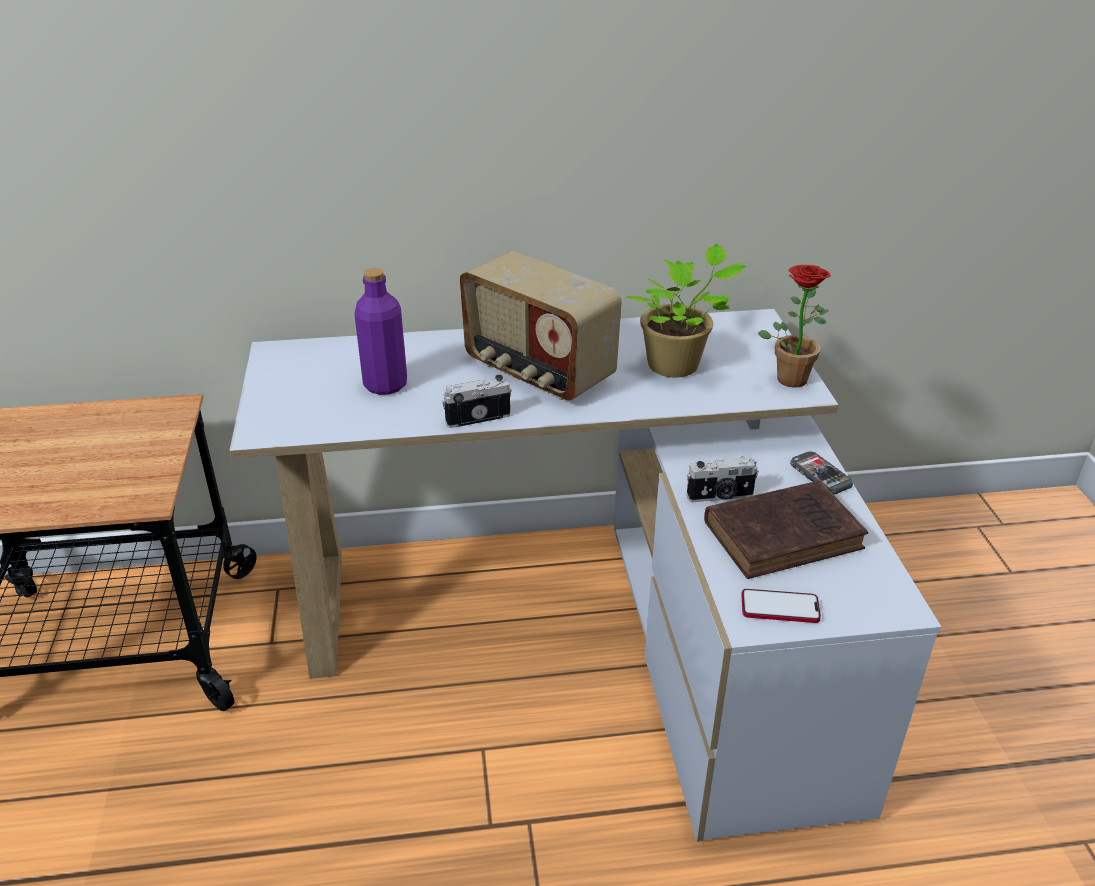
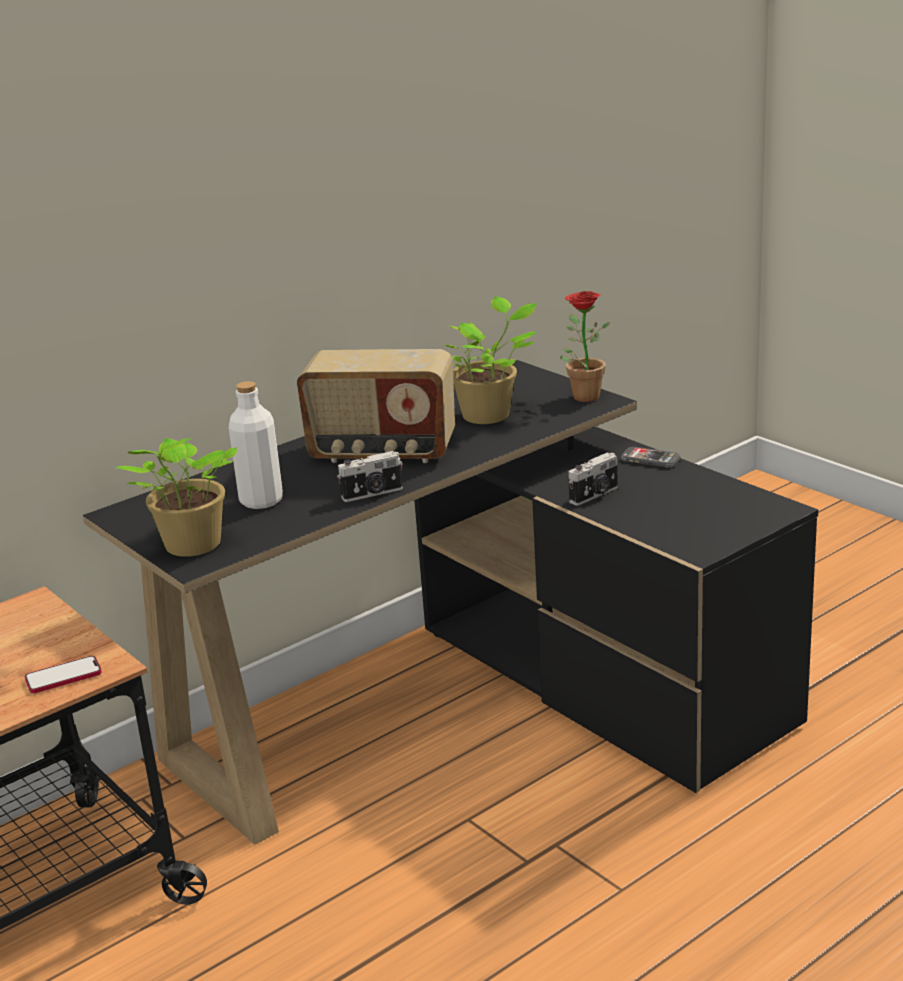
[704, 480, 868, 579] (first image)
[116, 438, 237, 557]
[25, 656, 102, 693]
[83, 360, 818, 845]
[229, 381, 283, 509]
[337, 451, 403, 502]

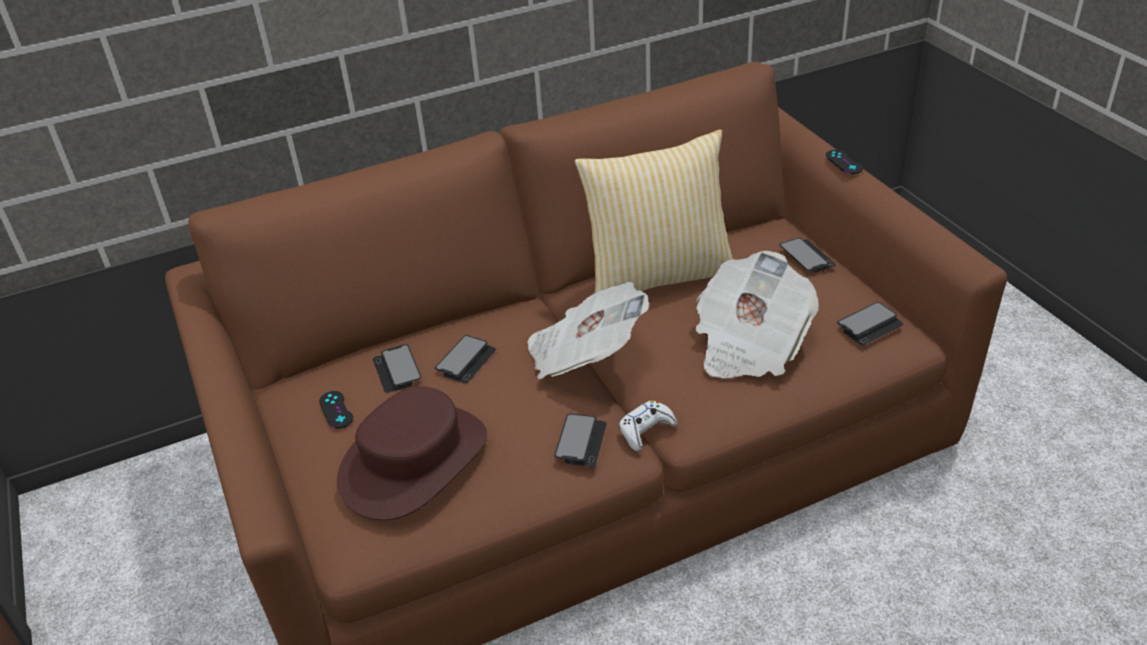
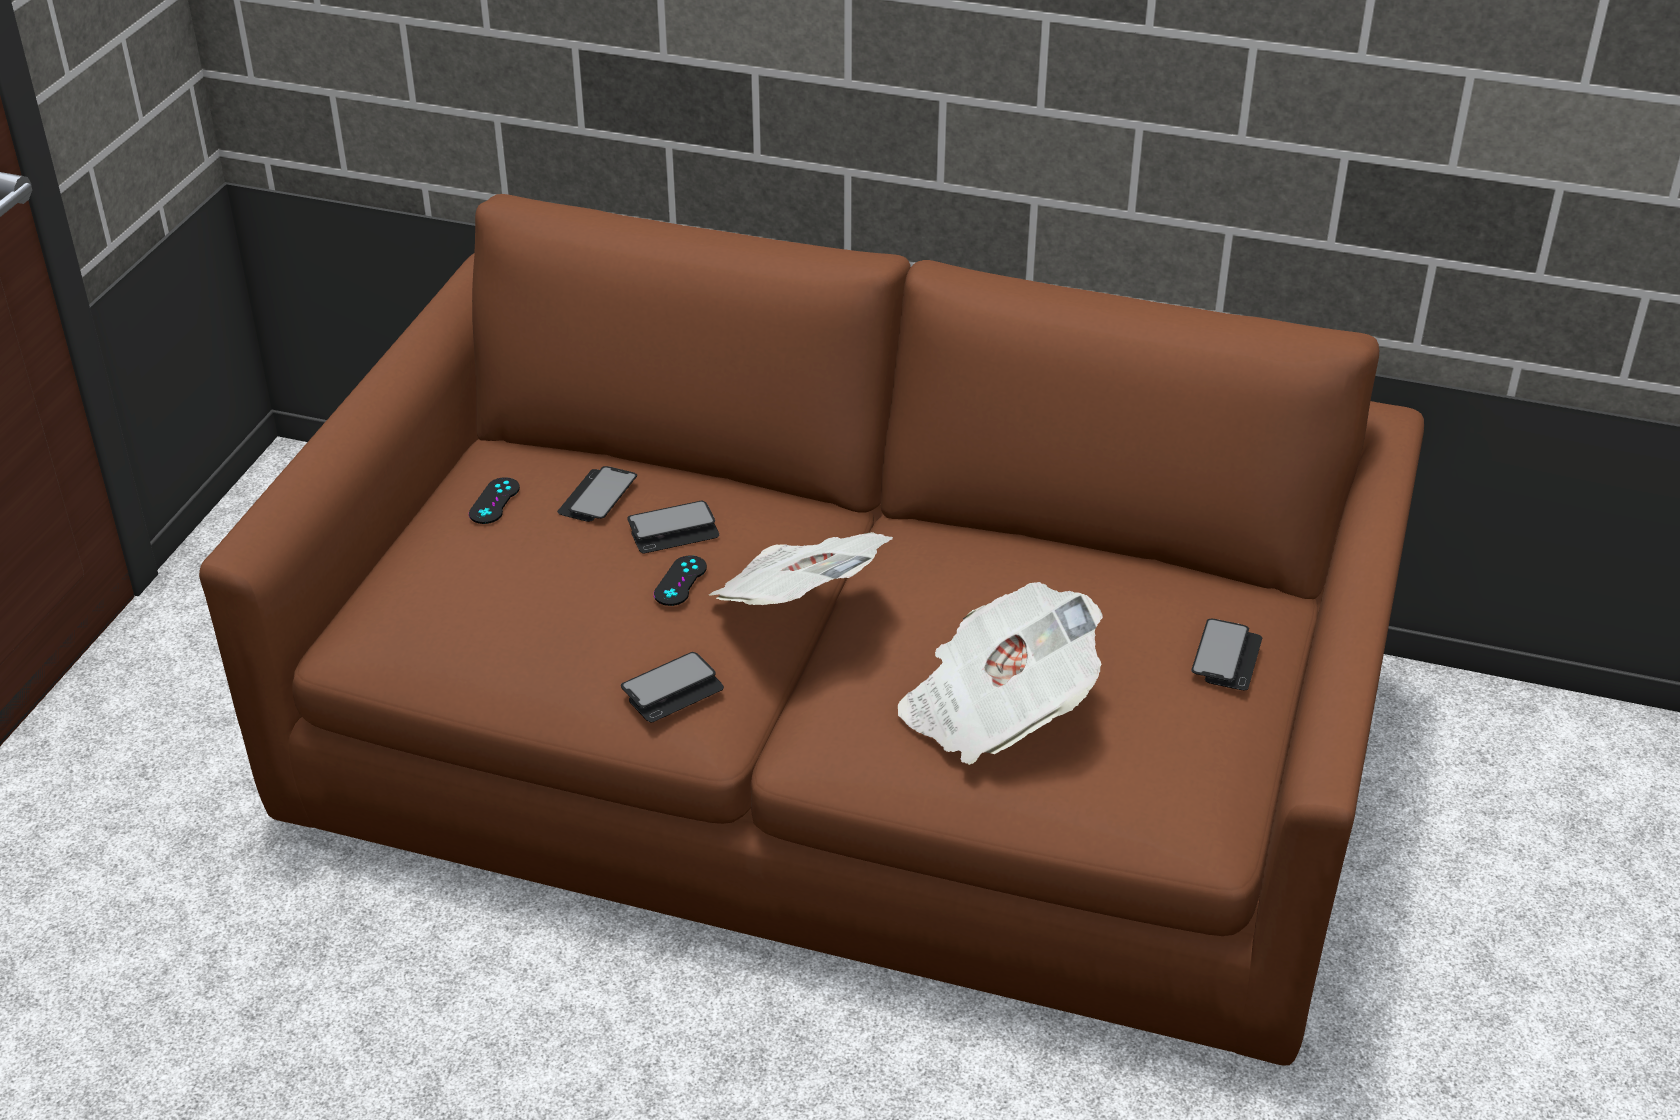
[337, 386, 487, 520] (first image)
[575, 129, 733, 292] (first image)
[619, 400, 677, 451] (first image)
[837, 302, 903, 345] (first image)
[654, 555, 707, 606]

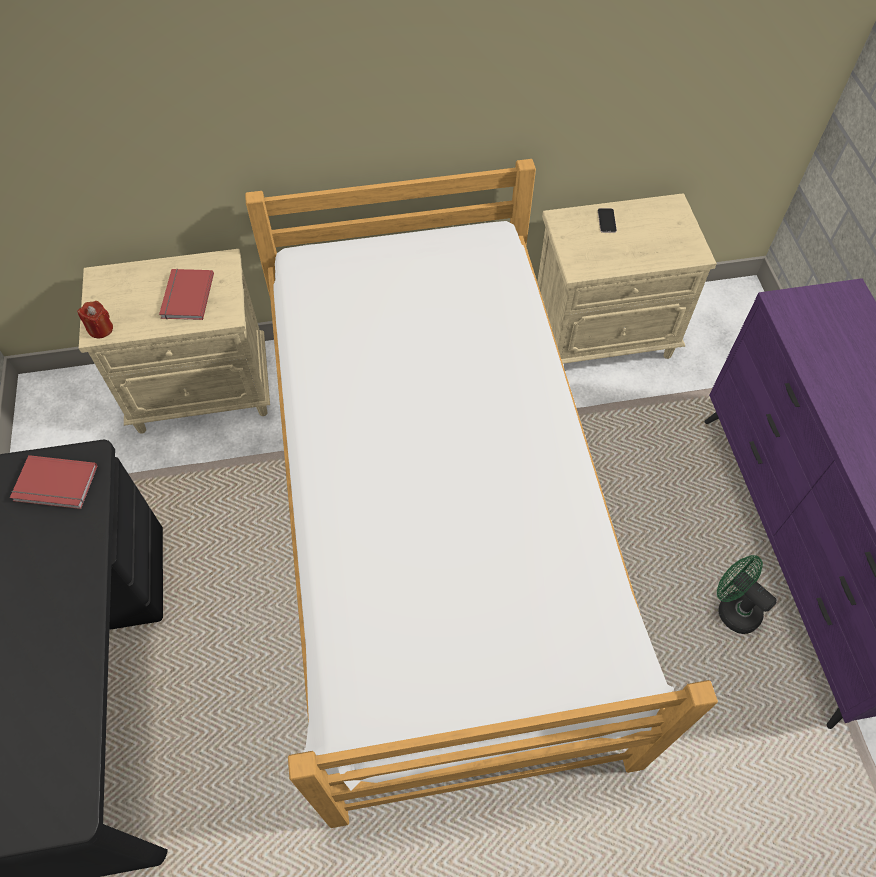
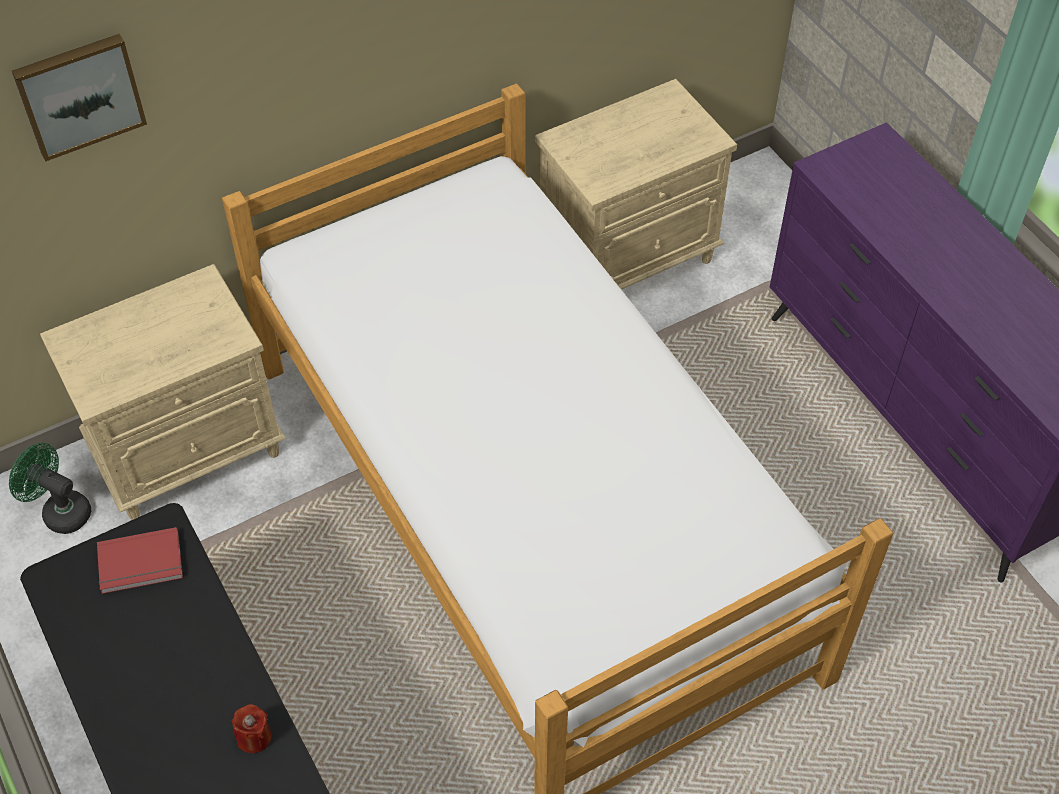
[159, 269, 214, 320] (first image)
[598, 208, 617, 233] (first image)
[12, 34, 147, 161]
[232, 704, 271, 753]
[9, 443, 91, 534]

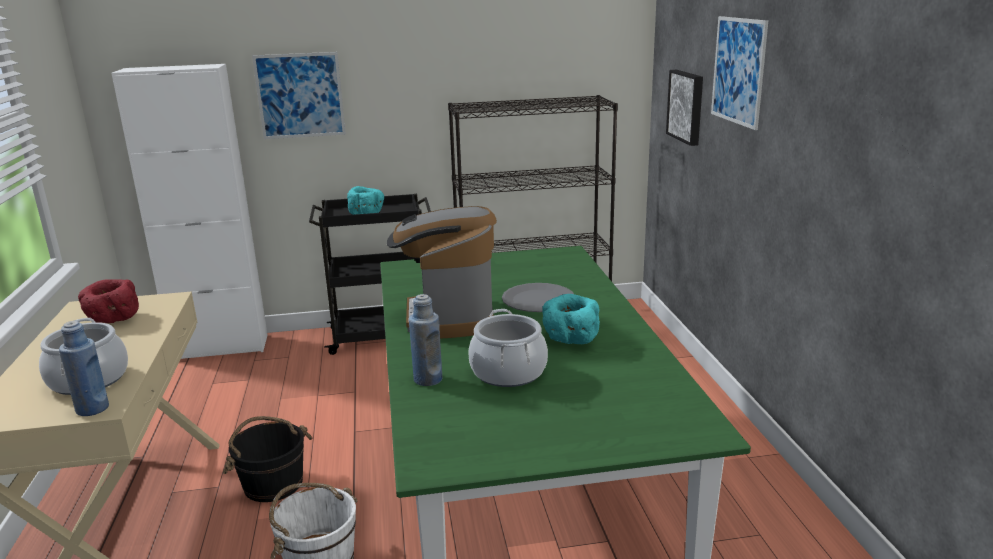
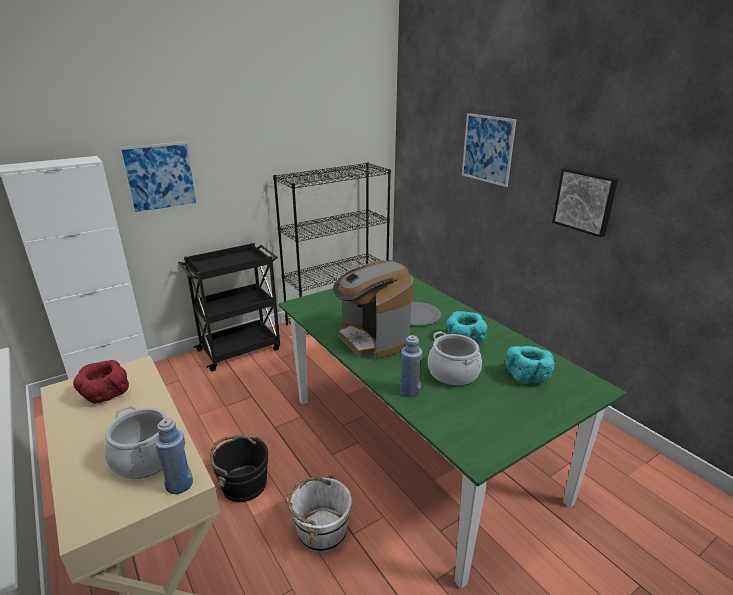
[505, 346, 555, 384]
[552, 168, 618, 237]

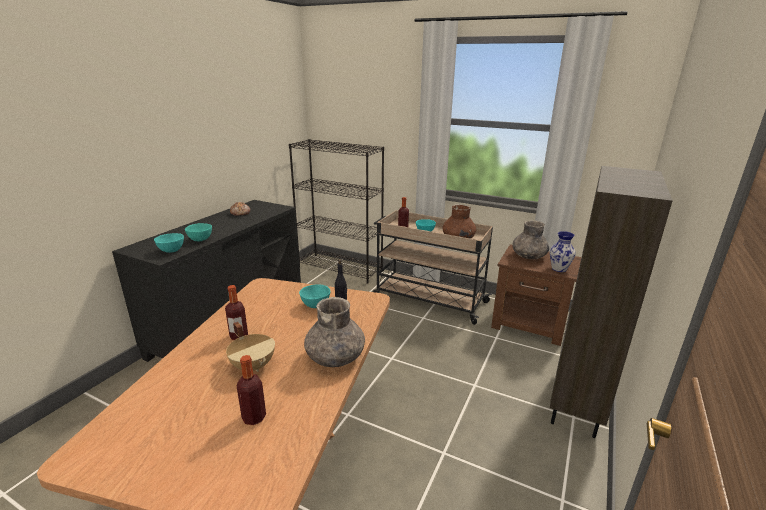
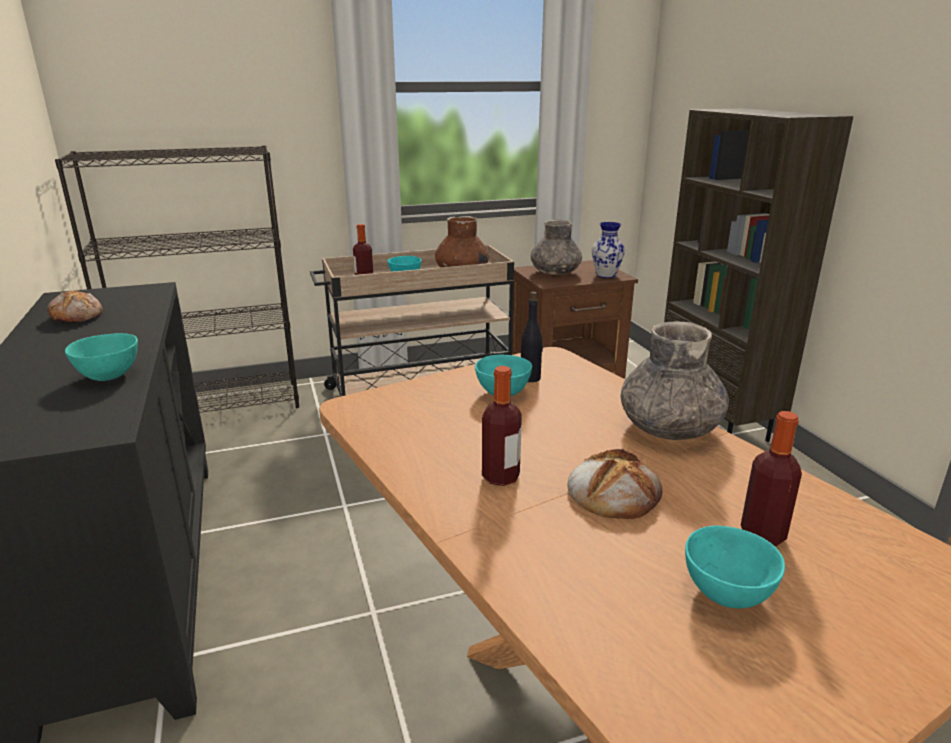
[685, 526, 785, 608]
[568, 449, 662, 519]

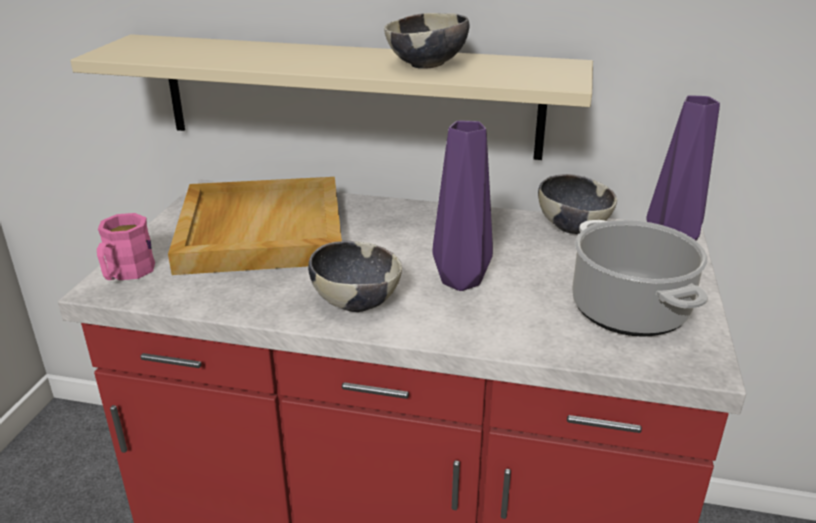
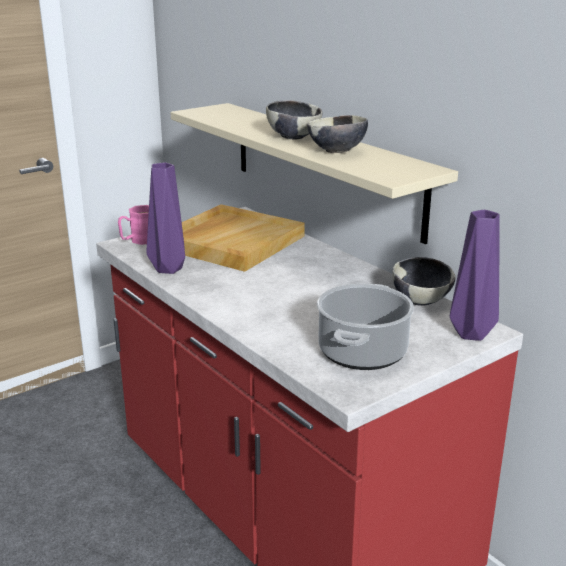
[266, 100, 322, 140]
[147, 162, 185, 274]

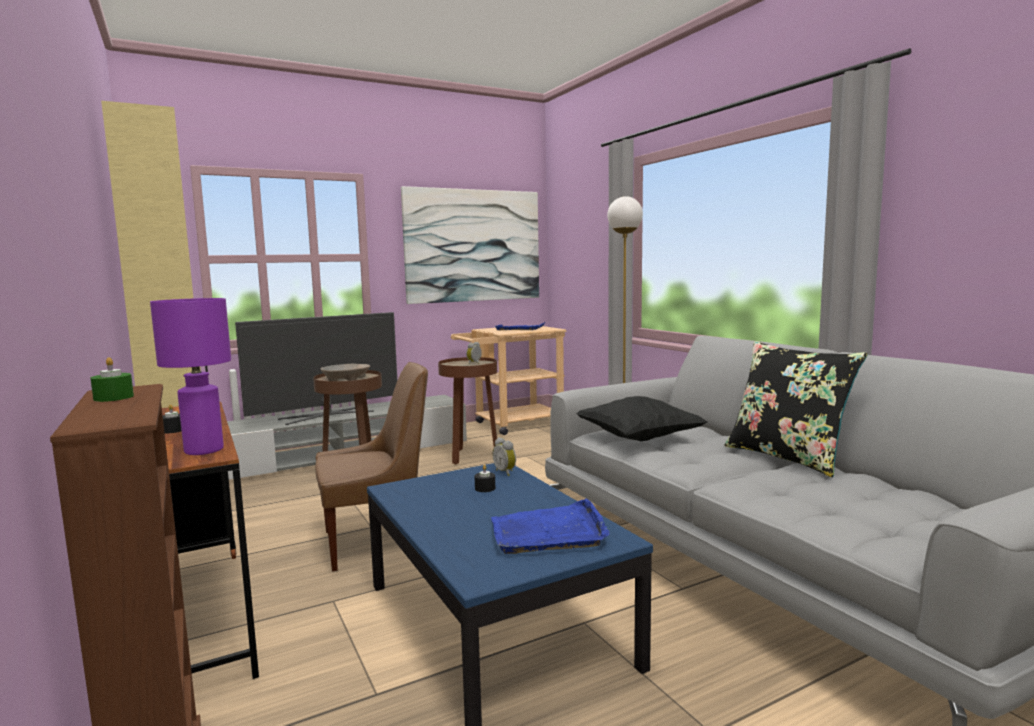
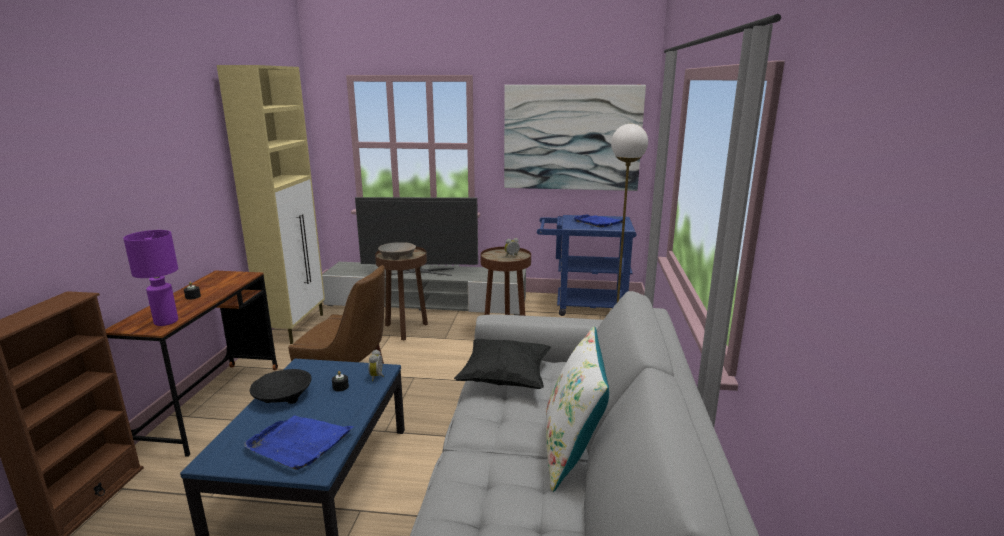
[91, 357, 134, 402] (first image)
[250, 369, 312, 404]
[537, 215, 636, 316]
[546, 327, 609, 492]

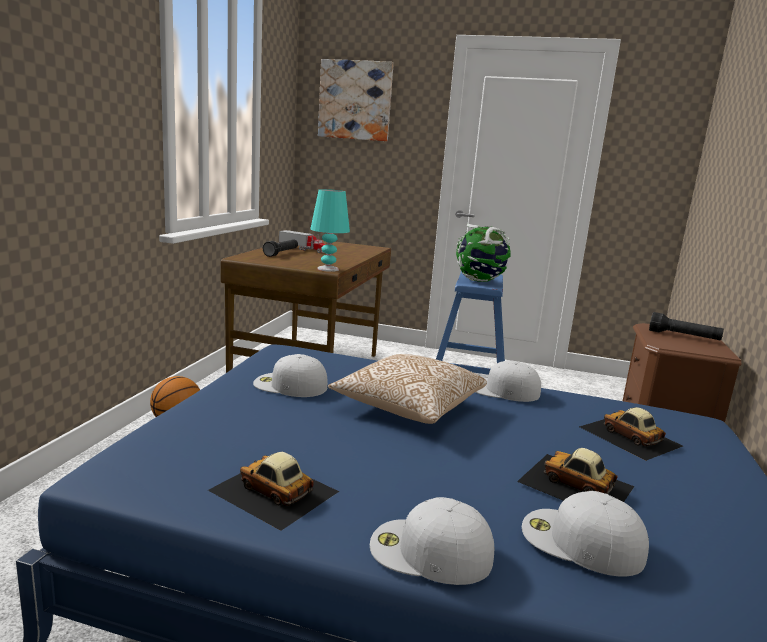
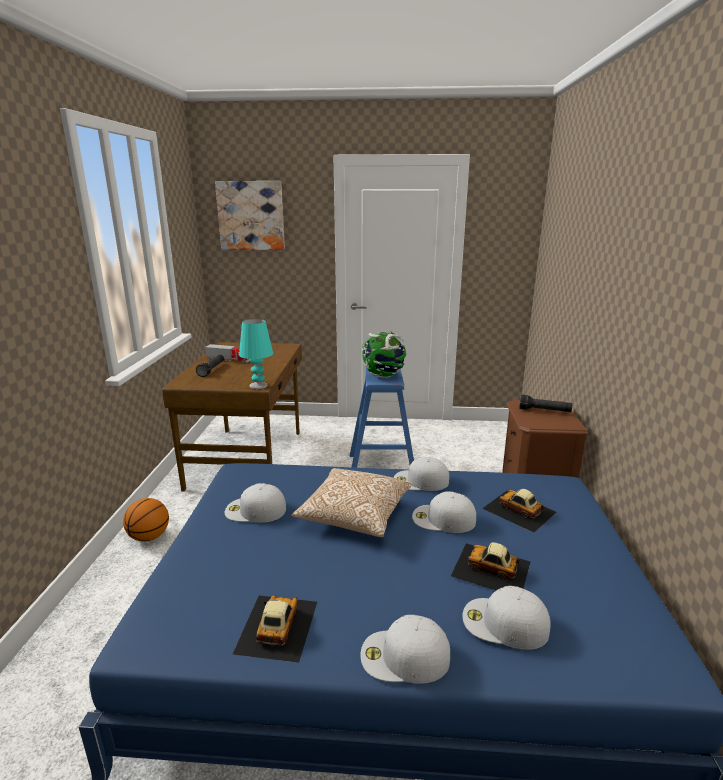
[412, 491, 476, 533]
[233, 595, 317, 663]

